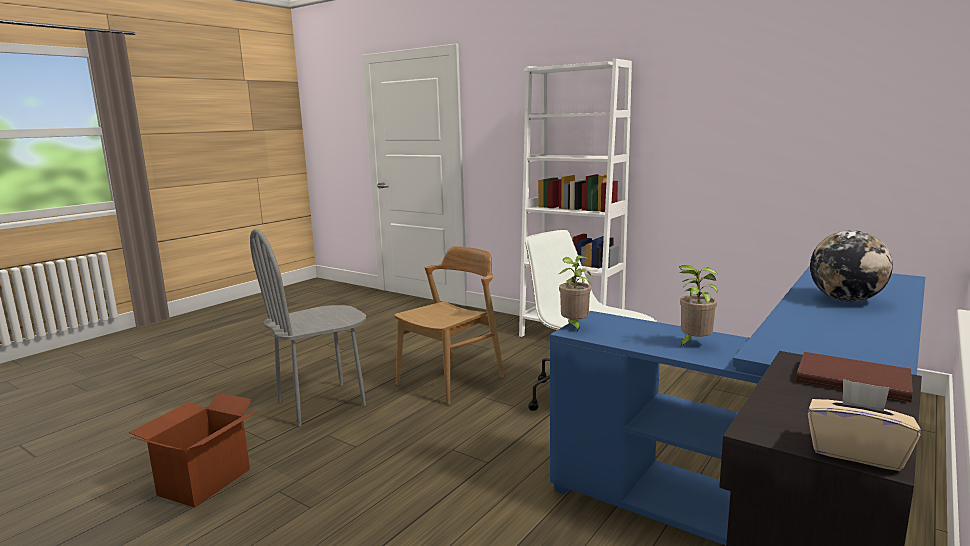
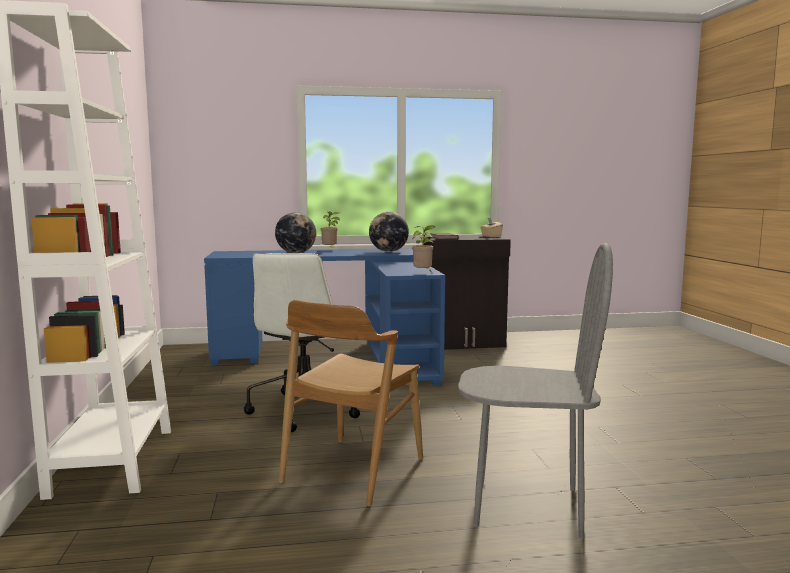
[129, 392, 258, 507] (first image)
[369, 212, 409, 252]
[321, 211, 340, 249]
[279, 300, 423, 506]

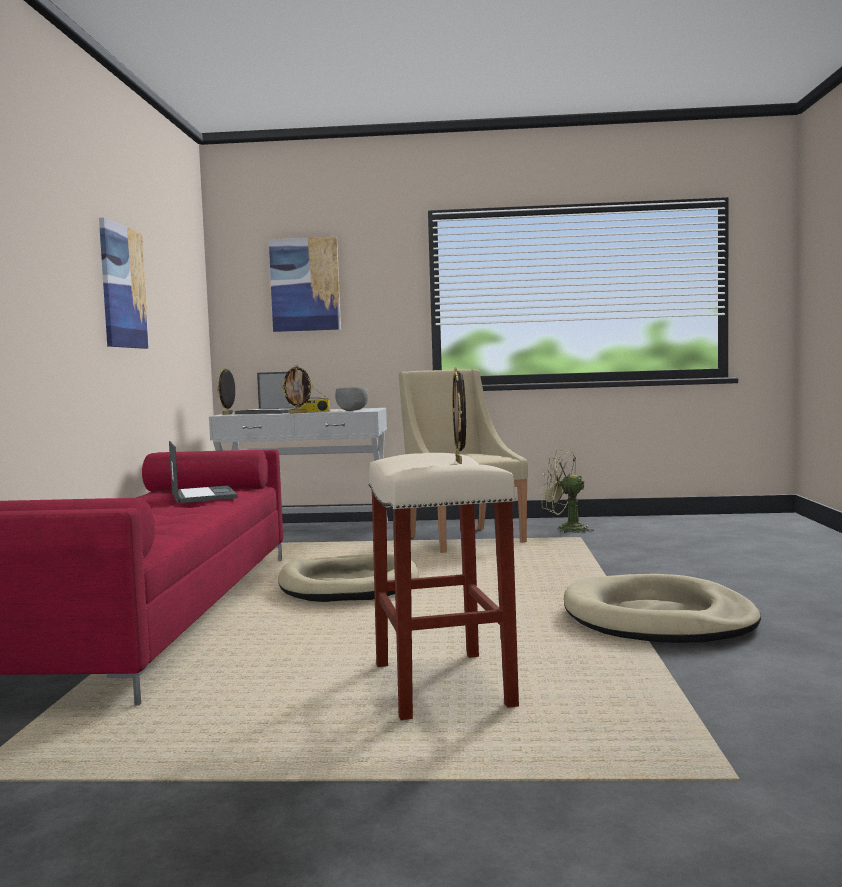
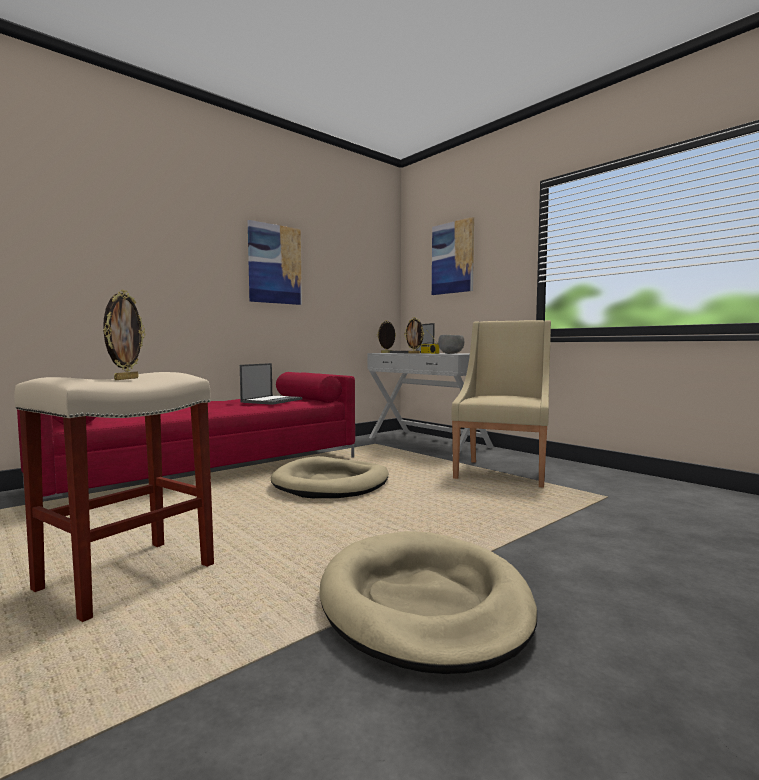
[540, 449, 594, 533] (first image)
[103, 290, 145, 380]

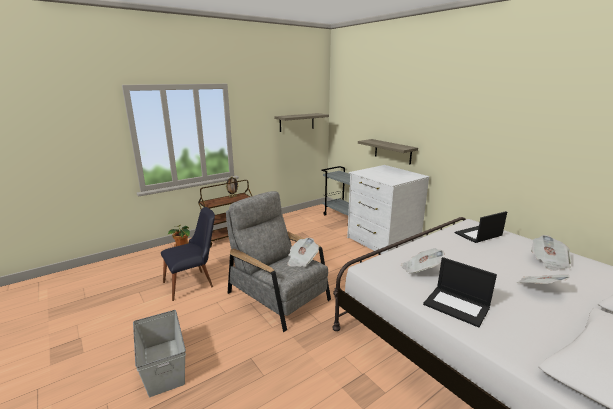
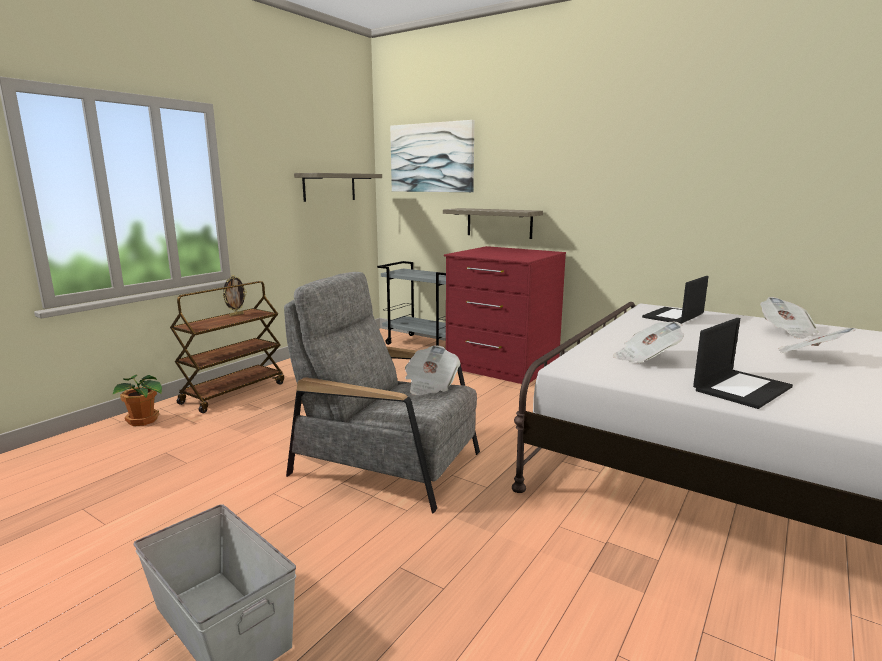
[161, 207, 215, 301] (first image)
[390, 120, 474, 192]
[444, 246, 566, 384]
[693, 318, 793, 409]

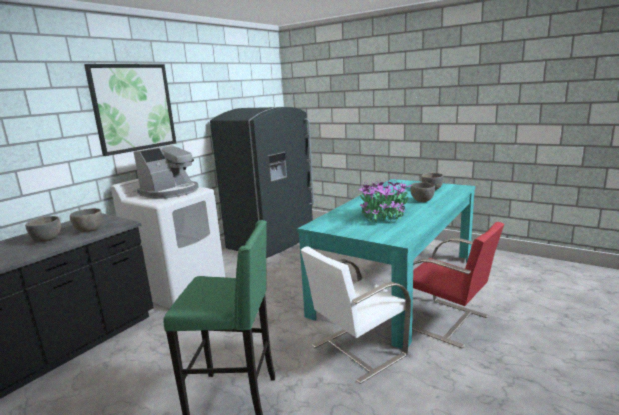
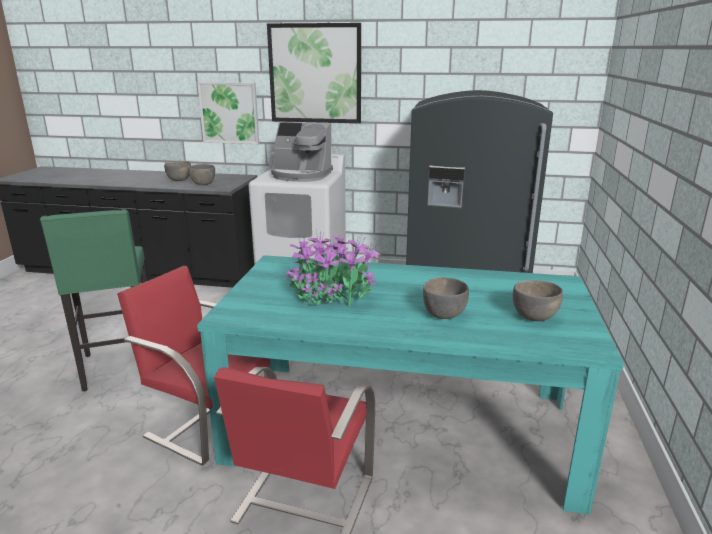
[197, 82, 259, 144]
[117, 266, 270, 466]

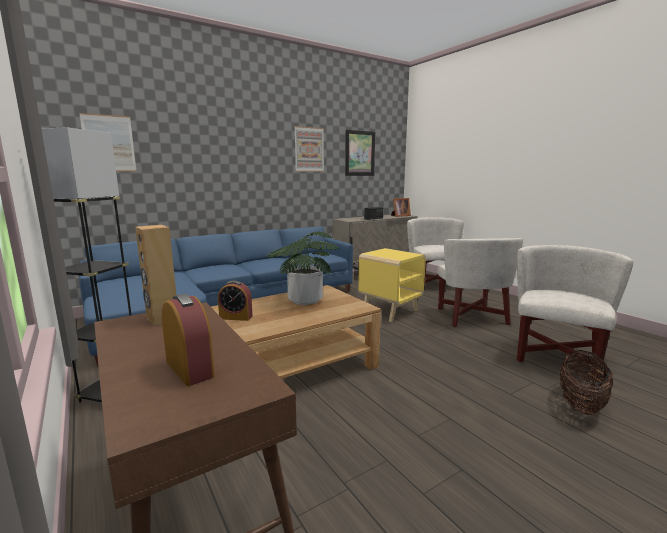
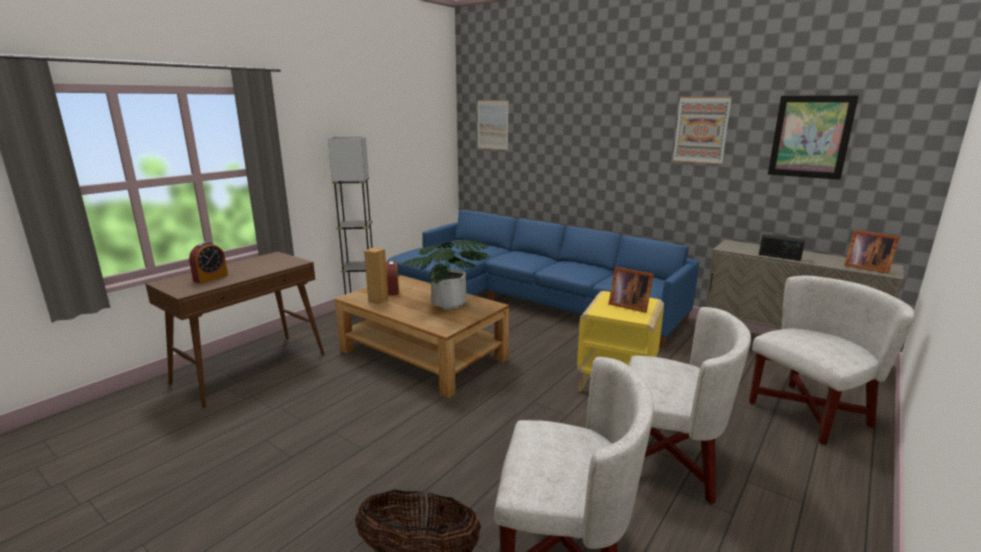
[608, 267, 654, 313]
[364, 247, 388, 304]
[629, 307, 751, 504]

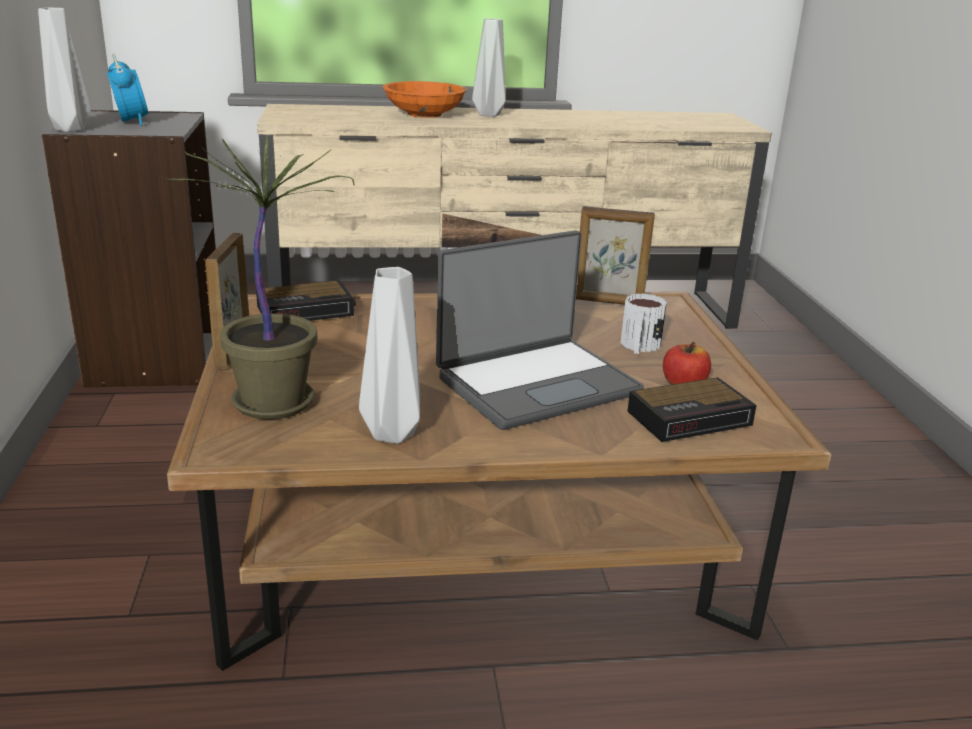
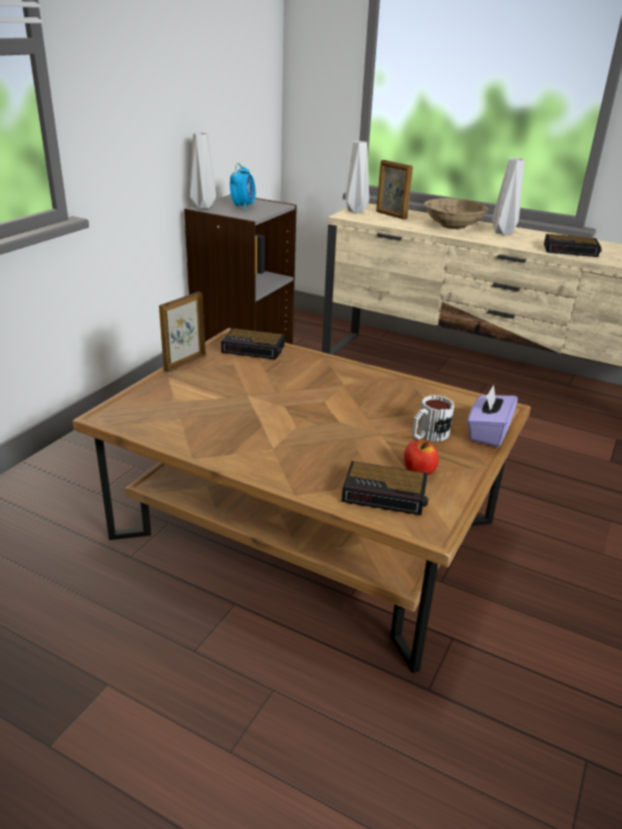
[165, 136, 354, 420] (first image)
[436, 230, 644, 430] (first image)
[467, 385, 518, 447]
[544, 234, 602, 257]
[345, 141, 369, 213]
[376, 160, 413, 219]
[424, 198, 488, 229]

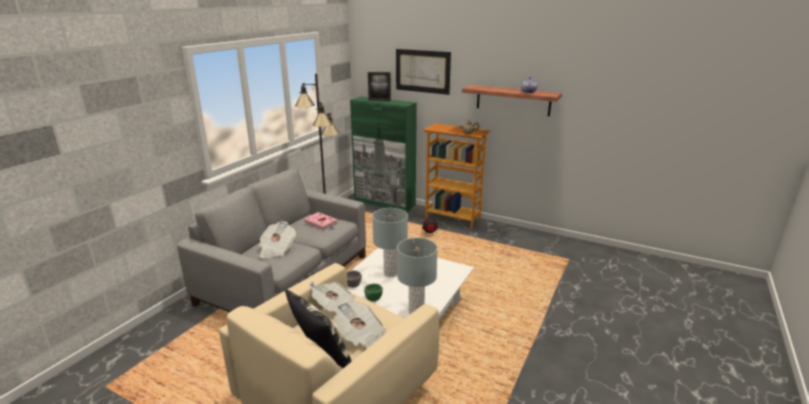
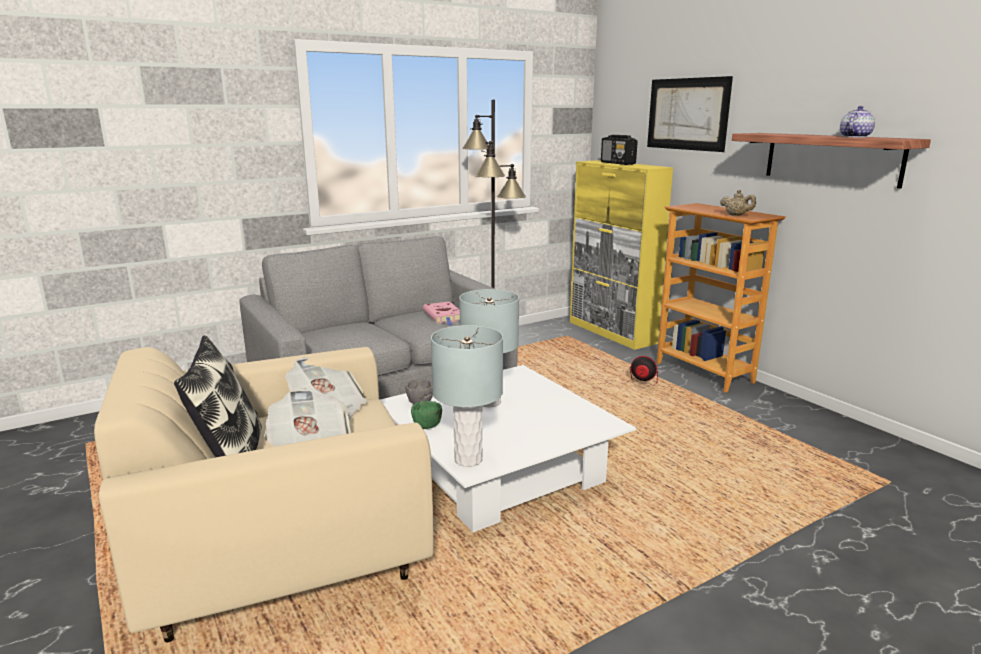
[259, 221, 296, 258] (first image)
[601, 135, 638, 165]
[570, 160, 673, 350]

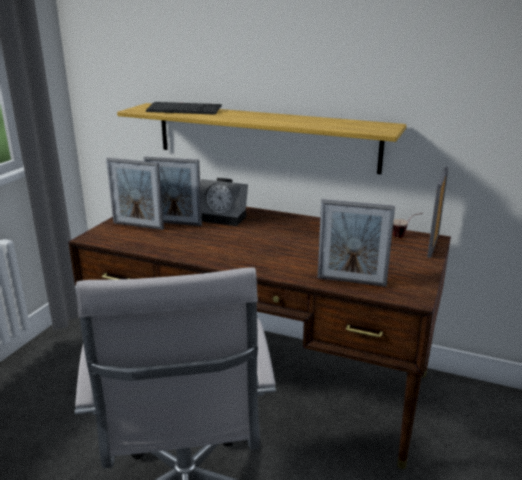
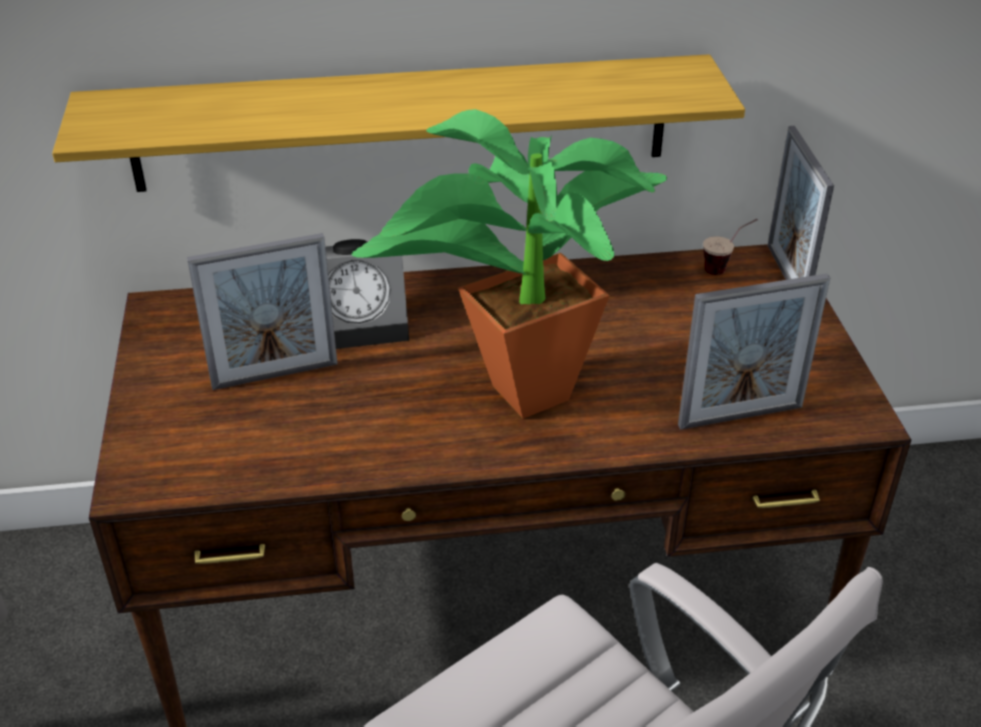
[106, 158, 164, 230] (first image)
[146, 102, 222, 115] (first image)
[351, 109, 667, 419]

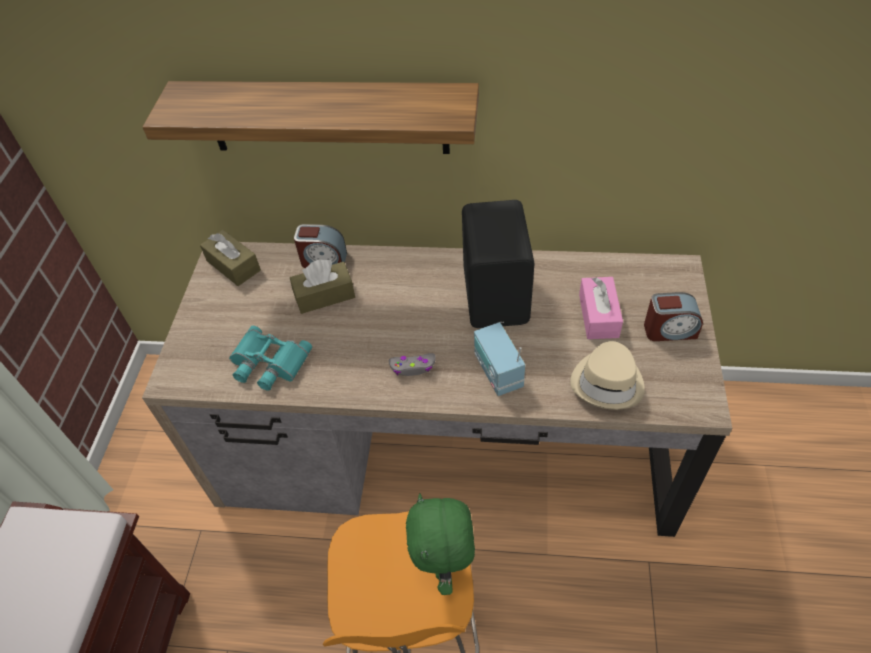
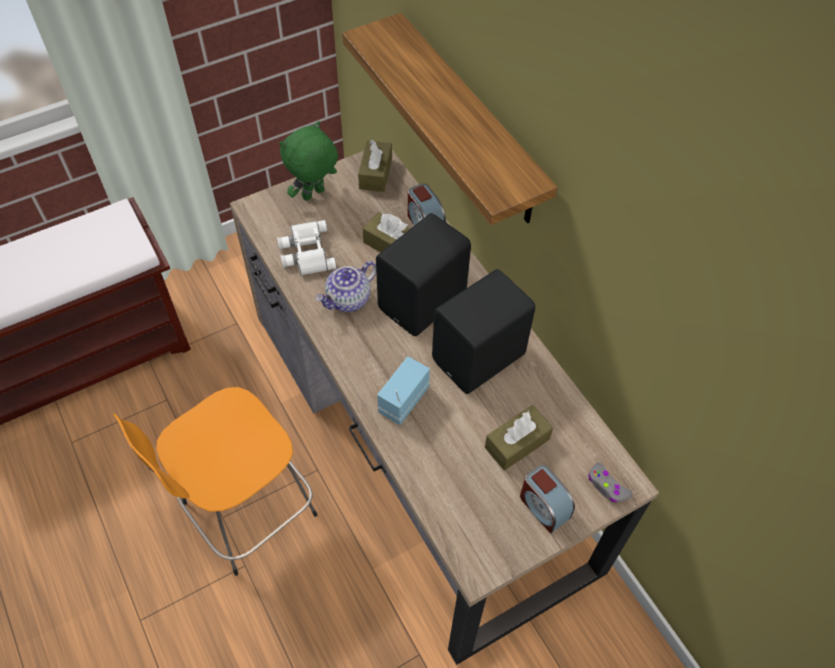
[570, 341, 645, 410] (first image)
[316, 261, 376, 312]
[376, 213, 471, 336]
[588, 463, 633, 503]
[279, 121, 338, 201]
[277, 220, 337, 276]
[485, 405, 553, 470]

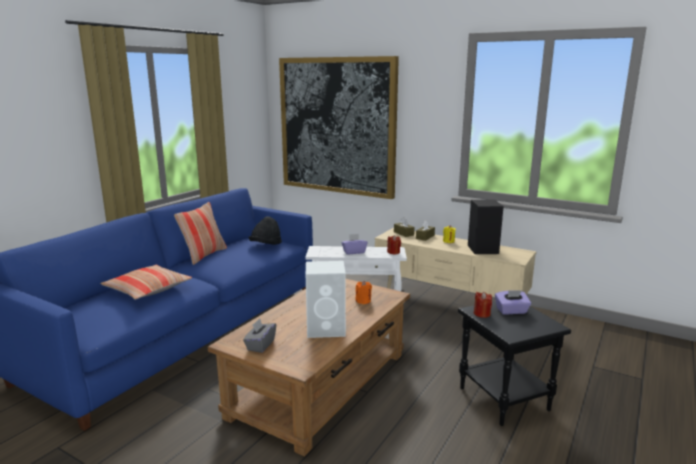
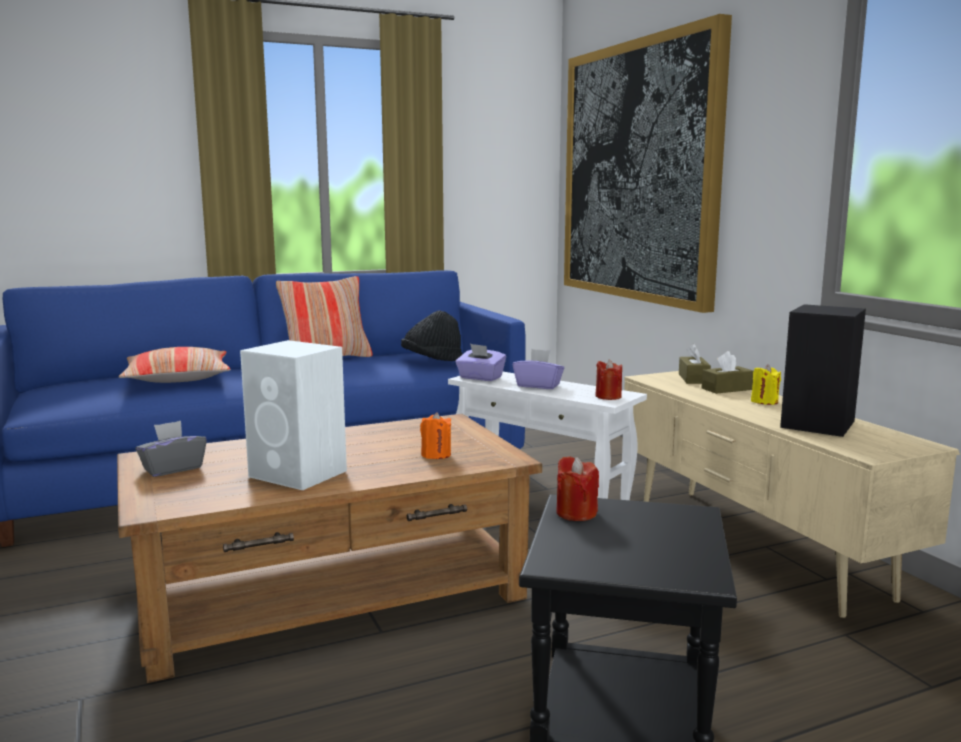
[456, 344, 506, 381]

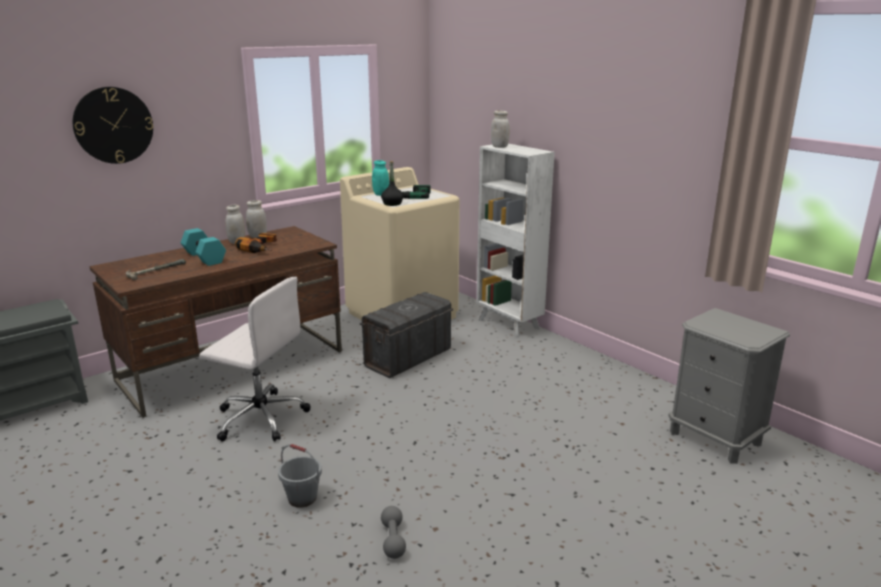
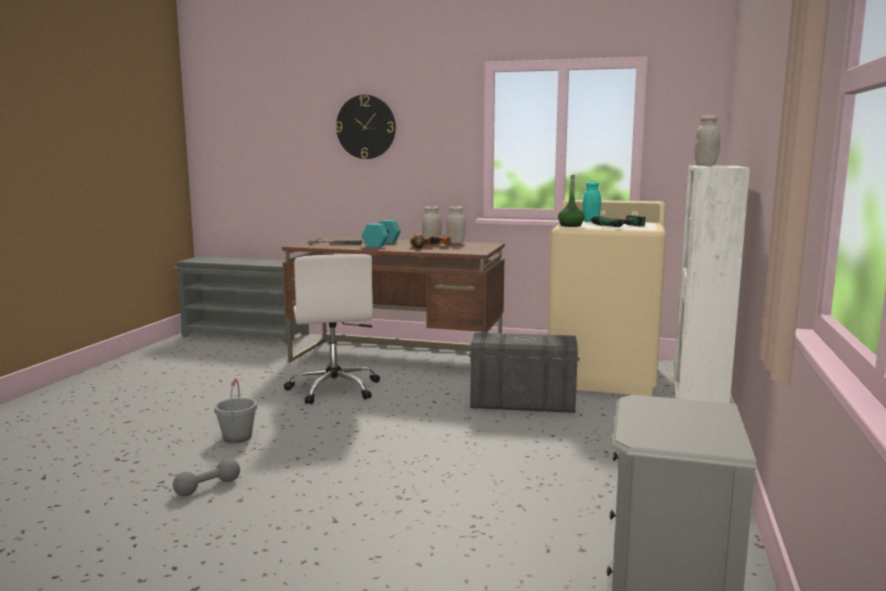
[558, 175, 585, 227]

